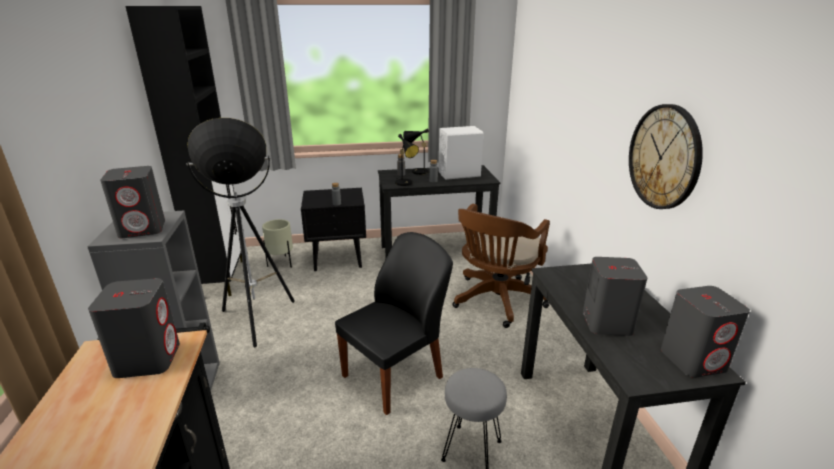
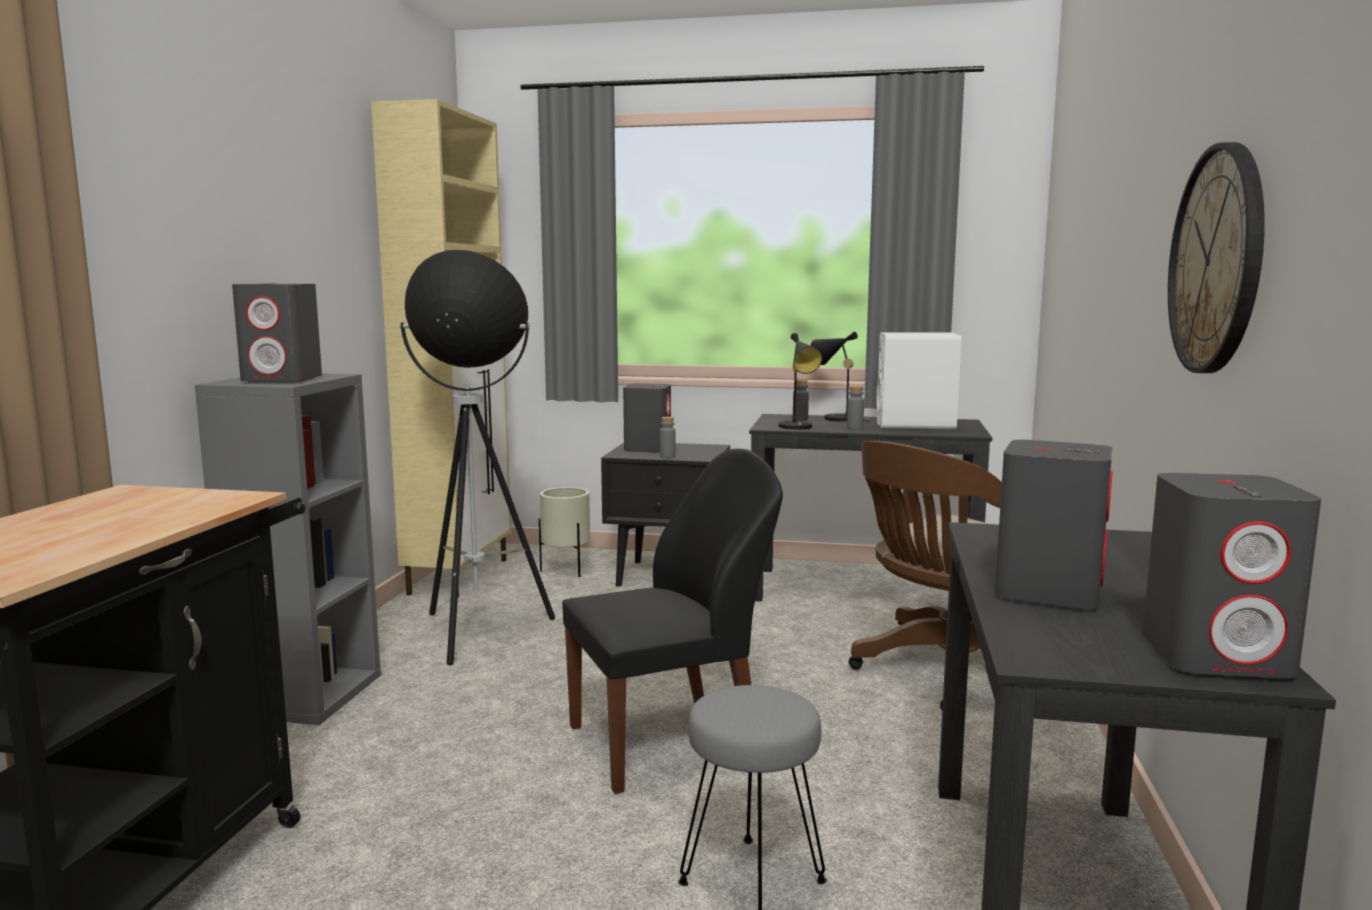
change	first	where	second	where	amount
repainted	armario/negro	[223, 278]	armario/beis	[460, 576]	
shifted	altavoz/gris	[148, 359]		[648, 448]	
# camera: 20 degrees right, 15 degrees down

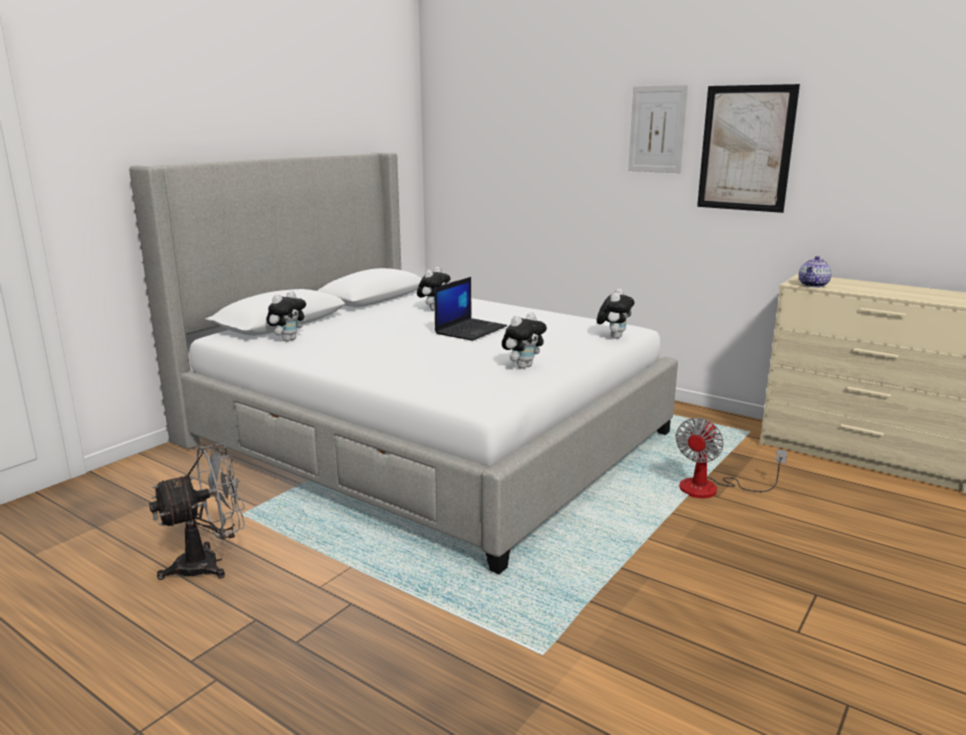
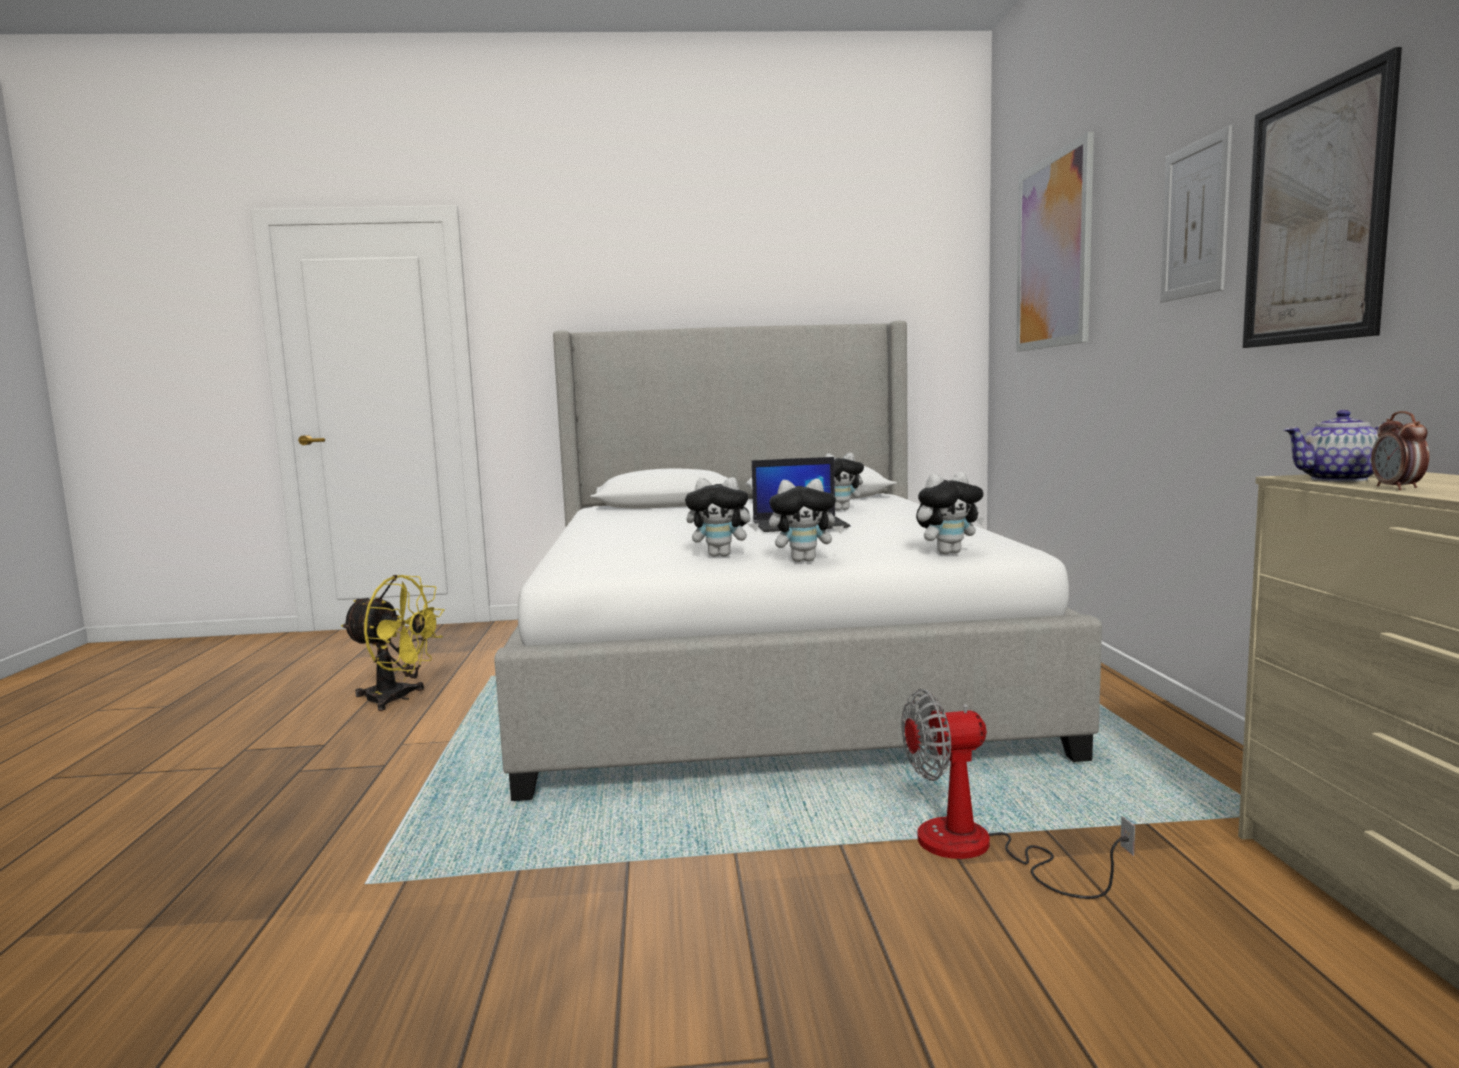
change	first	where	second	where	amount
repainted	ventilador/gris	[209, 563]	ventilador/amarillo	[397, 699]	
shifted	peluche	[288, 339]		[804, 560]	
new			cuadro	[1053, 252]	
new			despertador	[1397, 488]	
# camera: 50 degrees right, 10 degrees down

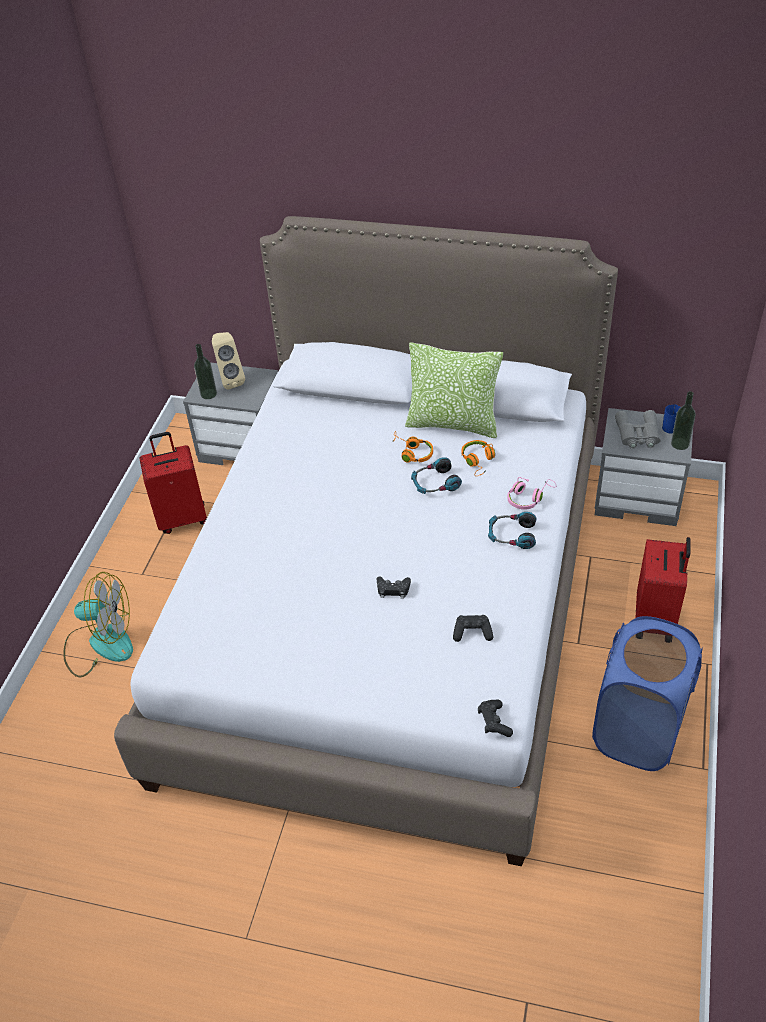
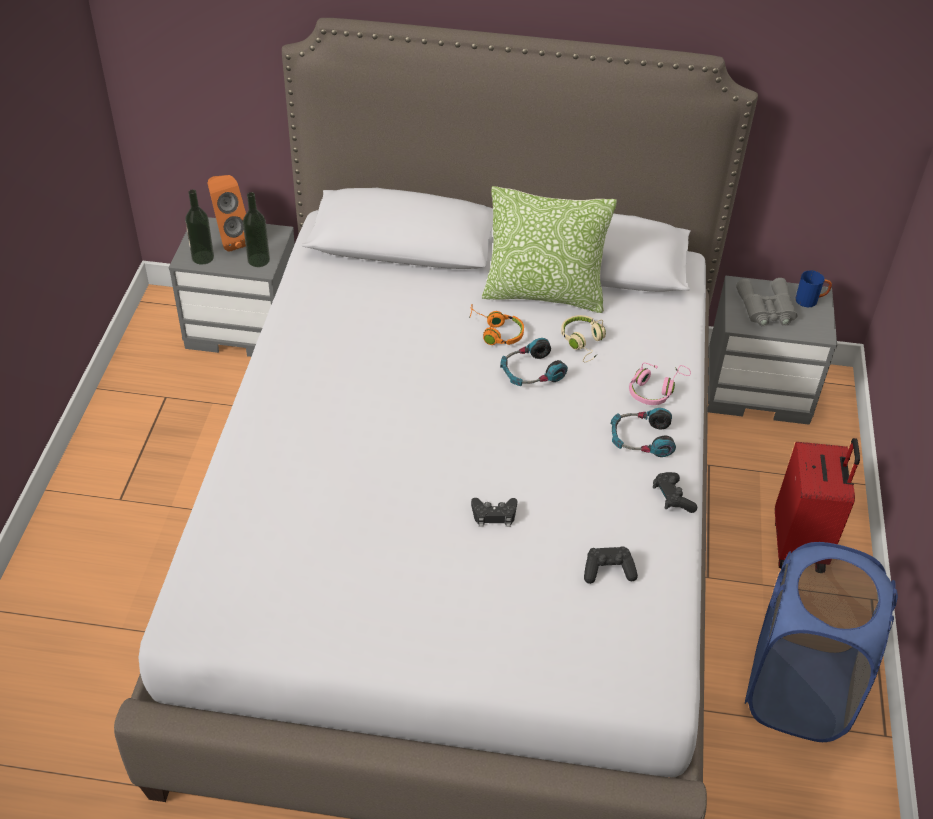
change	first	where	second	where	amount
repainted	altavoz/beis	[229, 380]	altavoz/naranja	[229, 240]	
shifted	botella	[680, 444]		[258, 260]	
repainted	auriculares/naranja	[478, 461]	auriculares/beis	[583, 343]	
shifted	mando de consola/negro	[494, 722]		[672, 498]	
gone	ventilador	[100, 643]			
gone	maleta/rojo	[182, 518]			
# camera: 10 degrees left, 0 degrees up

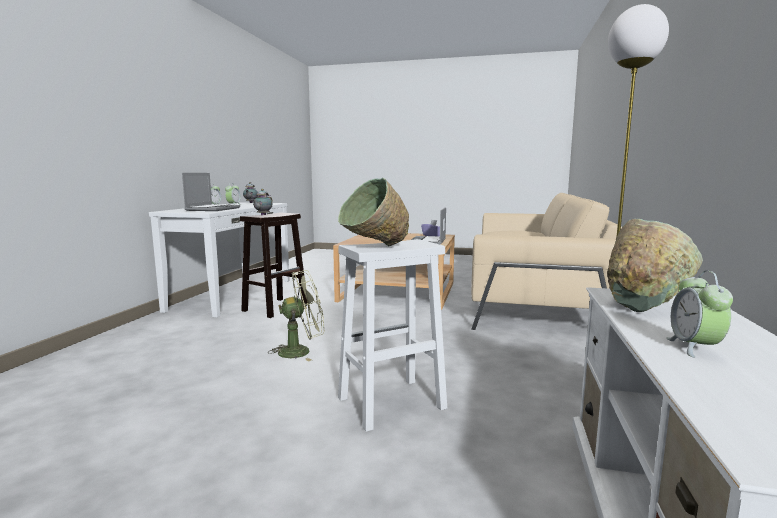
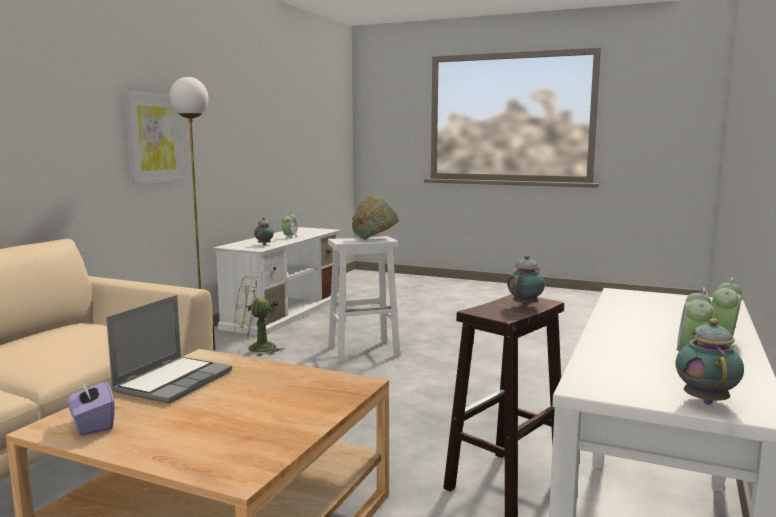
change	first	where	second	where	amount
new			cuadro	[154, 138]	
shifted	ventilador/verde	[301, 351]		[255, 349]	
swapped	cuenco/verde	[642, 306]	tetera	[264, 244]	
gone	portátil	[213, 209]			
# camera: 170 degrees left, 0 degrees up

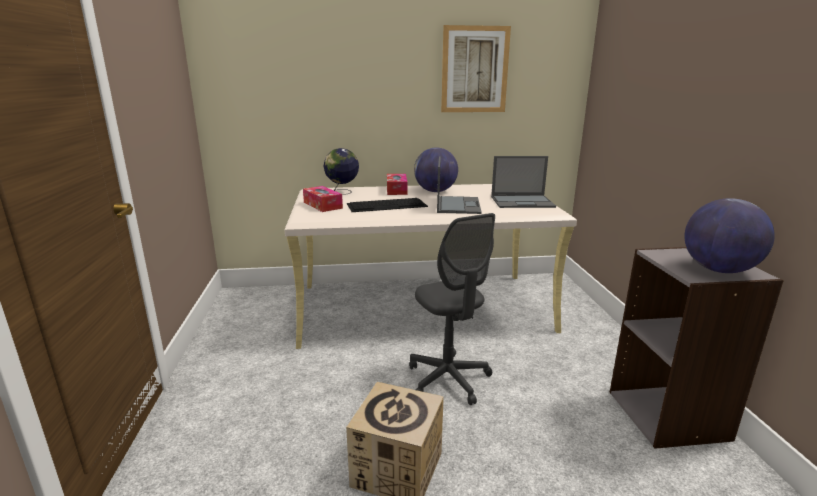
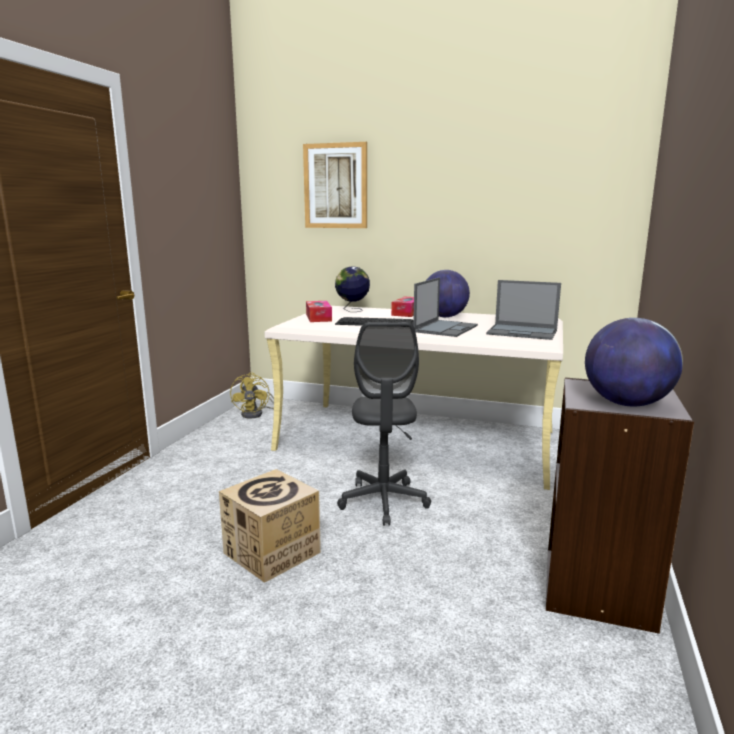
change	first	where	second	where	amount
new			ventilador/amarillo	[256, 414]	
shifted	cuadro	[474, 70]		[335, 186]	
# camera: 25 degrees right, 5 degrees down

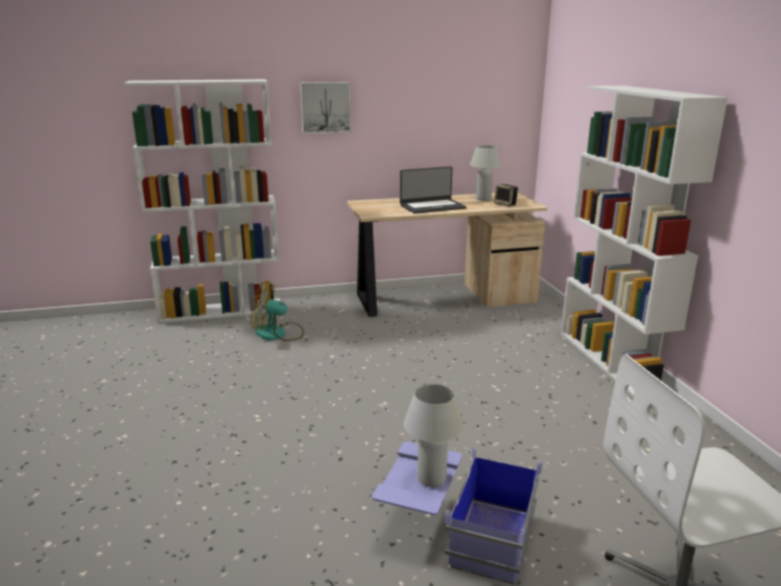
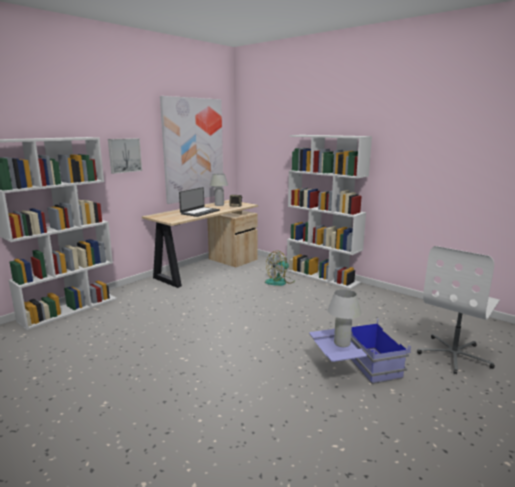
change	first	where	second	where	amount
new			cuadro	[193, 149]	
shifted	ventilador	[278, 334]		[280, 281]	
# camera: 35 degrees left, 5 degrees down

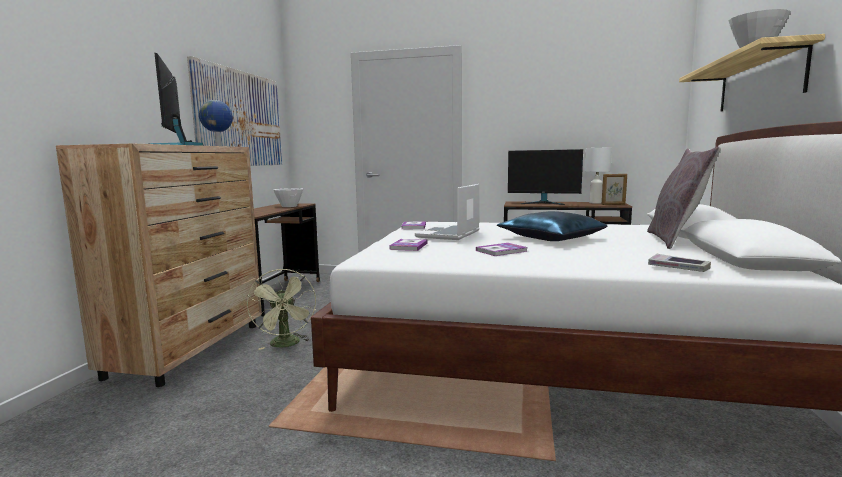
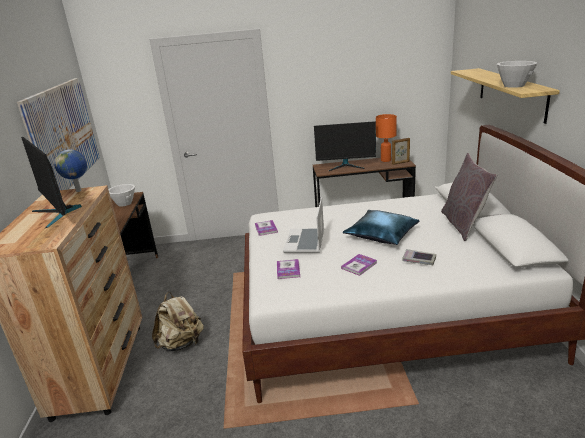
change	first	where	second	where	amount
swapped	ventilador/verde	[286, 345]	mochila/beis	[181, 343]	
repainted	lámpara de mesa/blanco	[595, 202]	lámpara de mesa/naranja	[385, 160]	
shifted	libro	[678, 268]		[419, 260]	
# camera: 15 degrees left, 15 degrees up

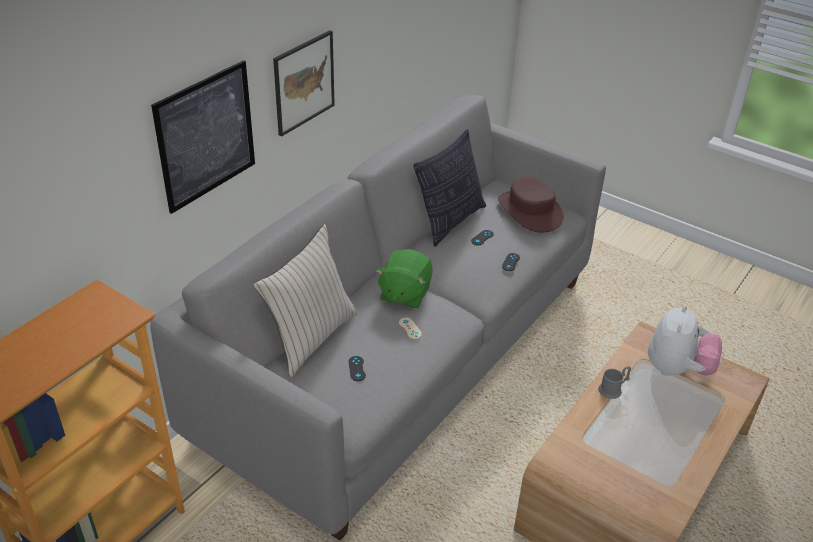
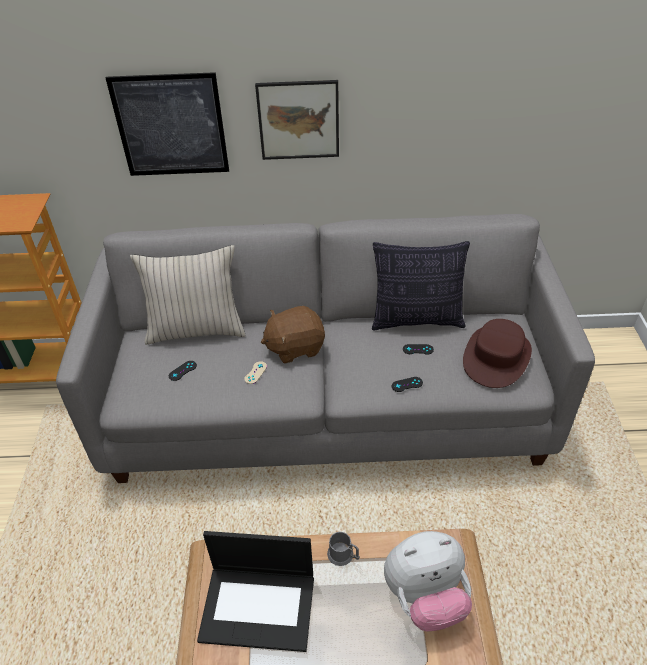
change	first	where	second	where	amount
new			portátil	[259, 606]	
repainted	peluche/verde	[404, 294]	peluche/marrón	[295, 347]	
# camera: 55 degrees right, 5 degrees up

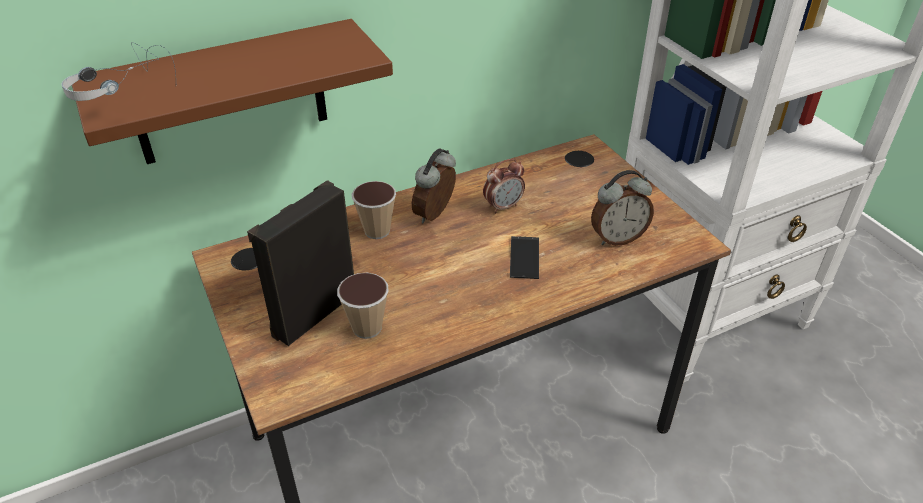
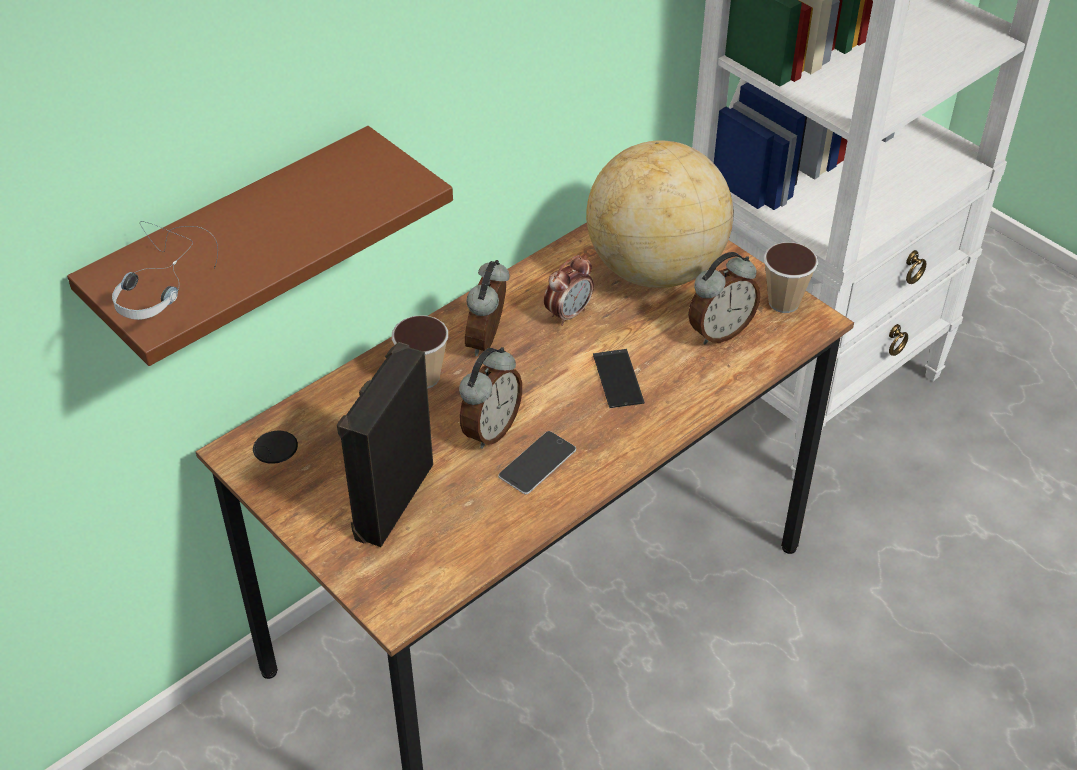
change	first	where	second	where	amount
new			despertador	[490, 429]	
new			móvil	[537, 463]	
new			globo terráqueo	[654, 269]	
shifted	taza	[367, 328]		[783, 302]	
# camera: 15 degrees left, 5 degrees up

